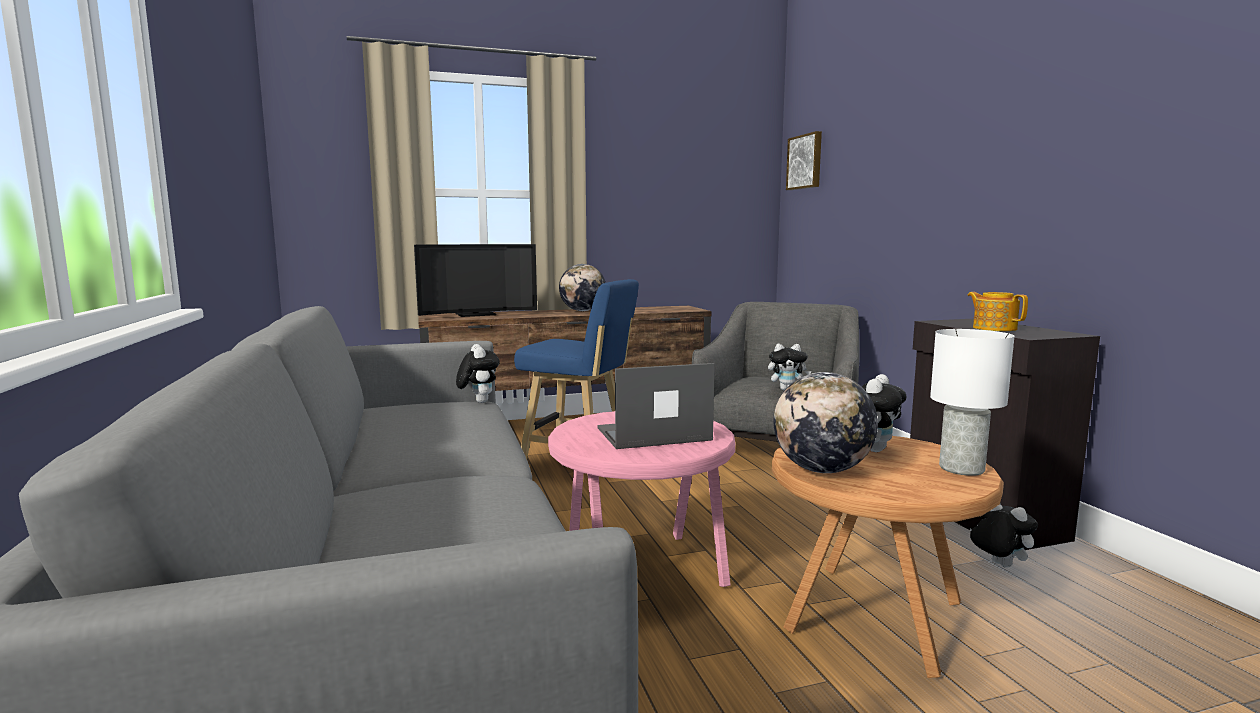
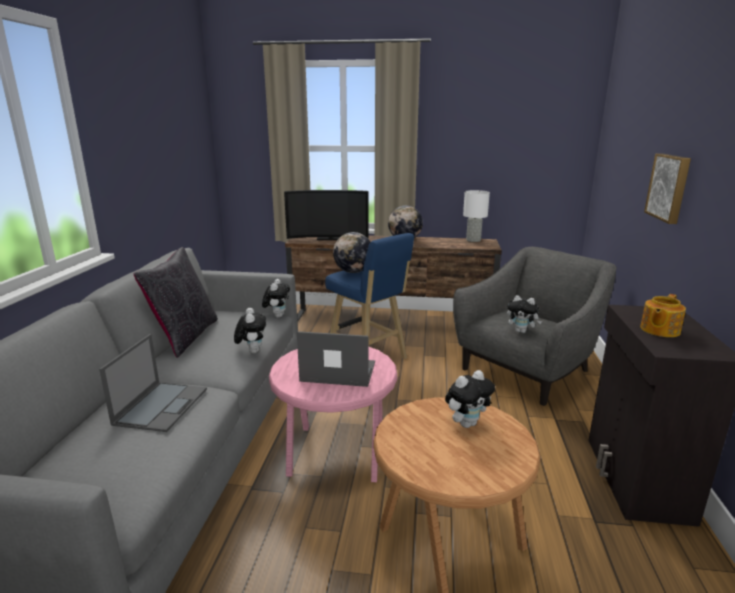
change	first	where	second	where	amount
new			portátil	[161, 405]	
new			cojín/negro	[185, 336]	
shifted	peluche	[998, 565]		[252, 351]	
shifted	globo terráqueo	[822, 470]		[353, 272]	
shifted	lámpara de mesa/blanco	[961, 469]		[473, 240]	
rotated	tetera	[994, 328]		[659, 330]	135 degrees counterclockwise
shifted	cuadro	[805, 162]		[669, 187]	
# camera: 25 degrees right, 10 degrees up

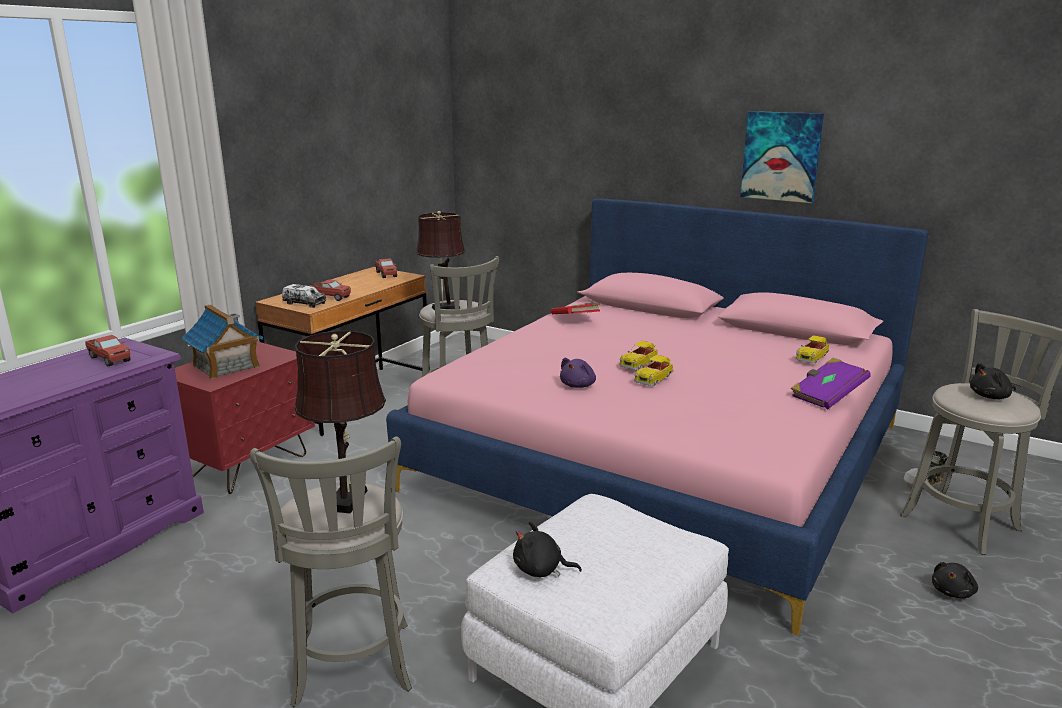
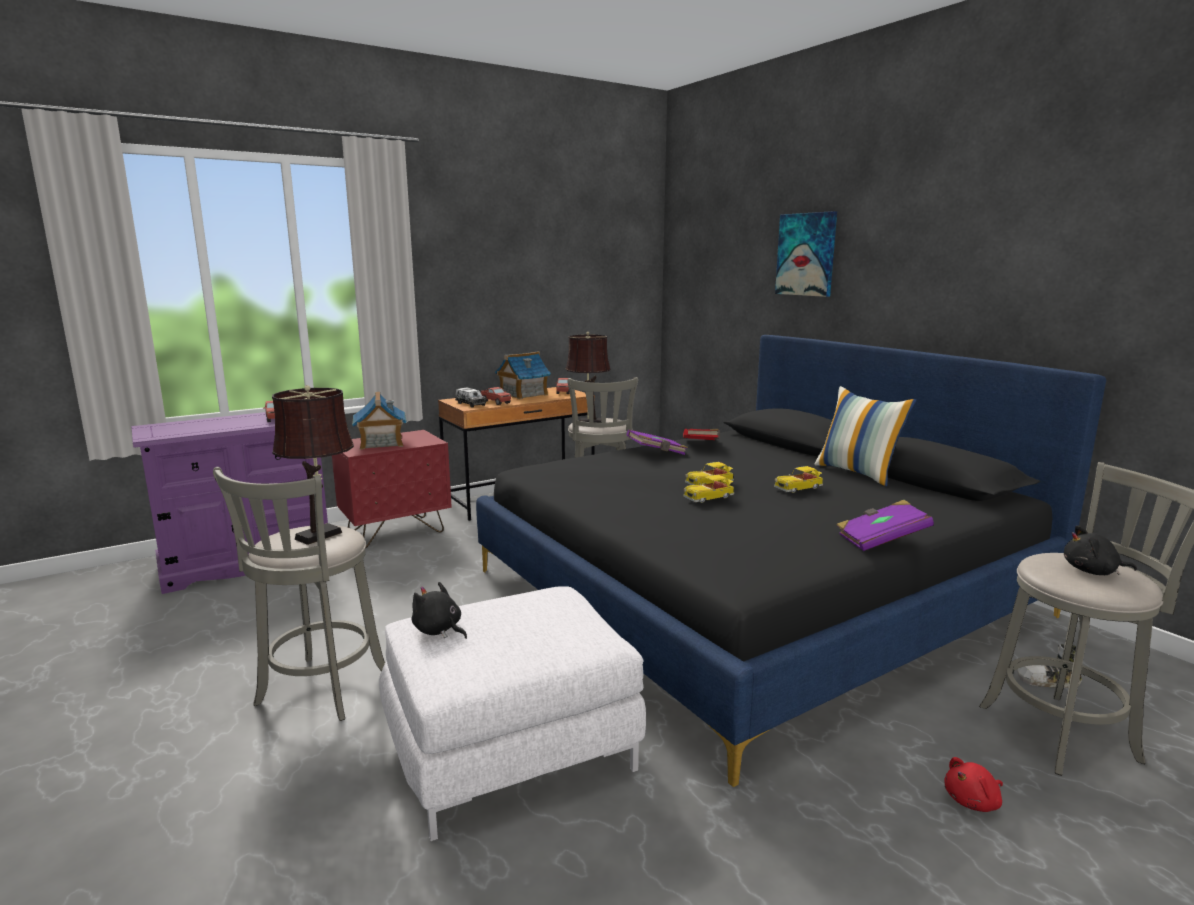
change	first	where	second	where	amount
repainted	cama/rosa	[664, 457]	cama/negro	[752, 592]	
new			casita	[523, 394]	
new			libro/morado	[657, 453]	
shifted	coche de juguete	[812, 357]		[799, 488]	
shifted	cuadro	[781, 156]		[806, 254]	
new			cojín	[858, 473]	
repainted	peluche/negro	[952, 592]	peluche/rojo	[973, 801]	
gone	peluche/morado	[578, 385]			
# camera: 25 degrees right, 5 degrees down

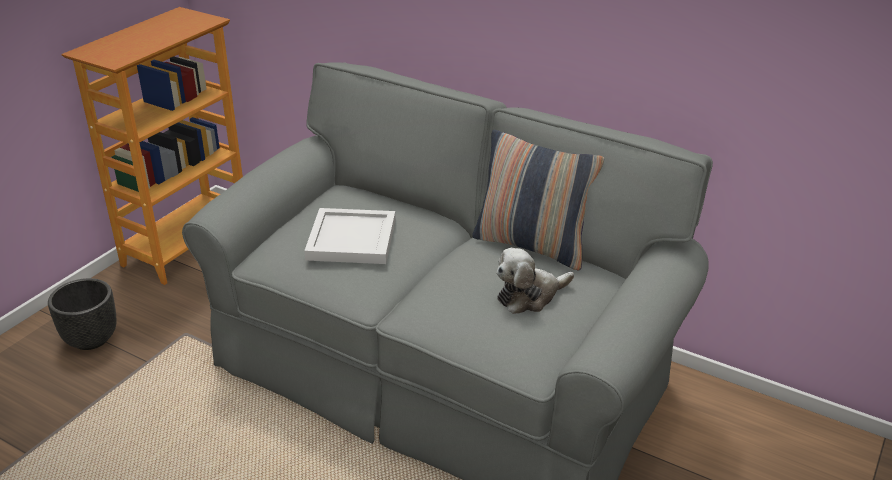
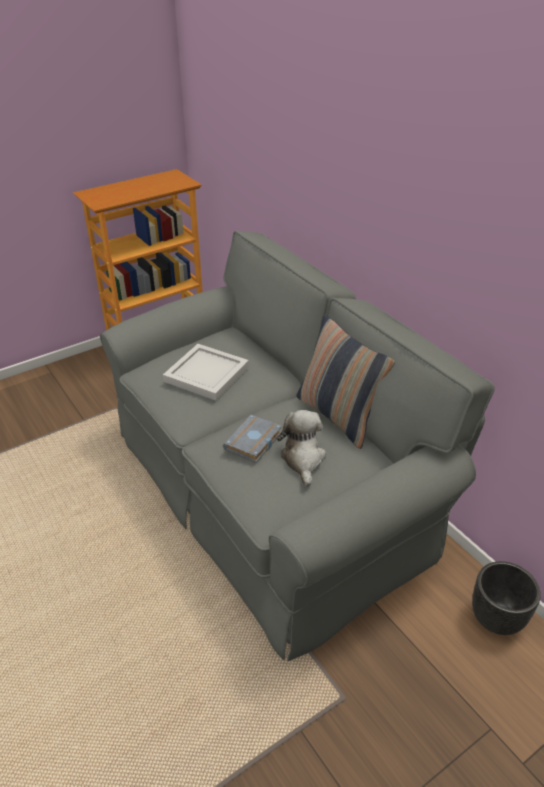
change	first	where	second	where	amount
new			libro/gris	[254, 443]	
rotated	peluche	[530, 296]		[303, 459]	90 degrees clockwise
shifted	maceta/negro	[92, 339]		[497, 618]	
# camera: 25 degrees right, 5 degrees up

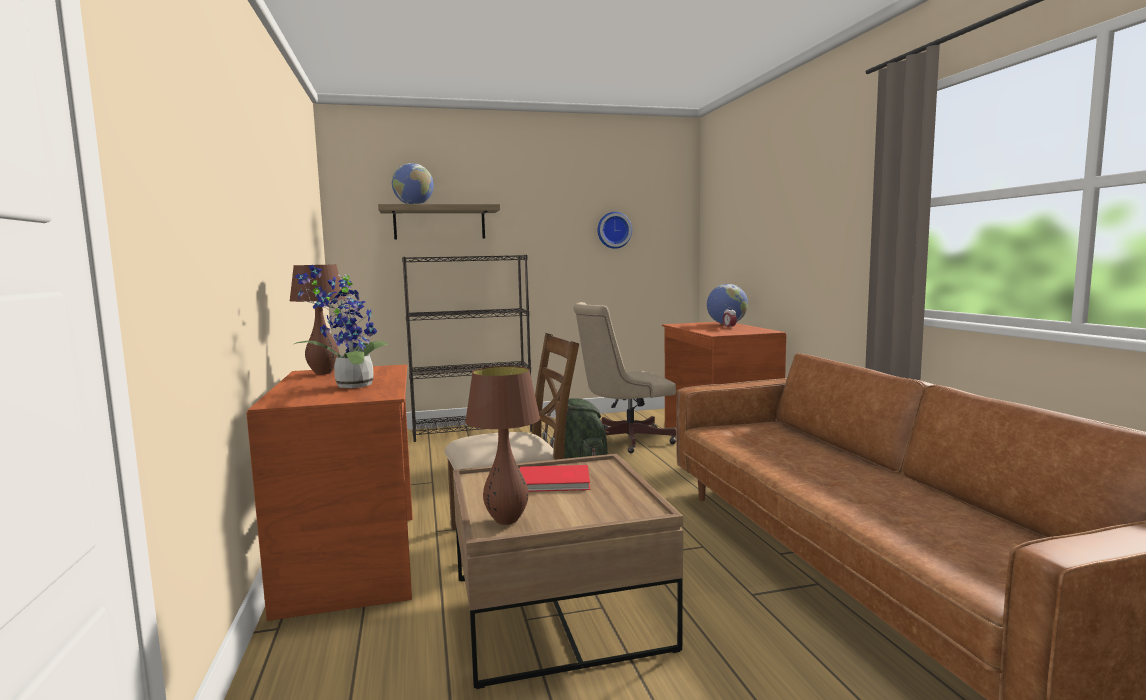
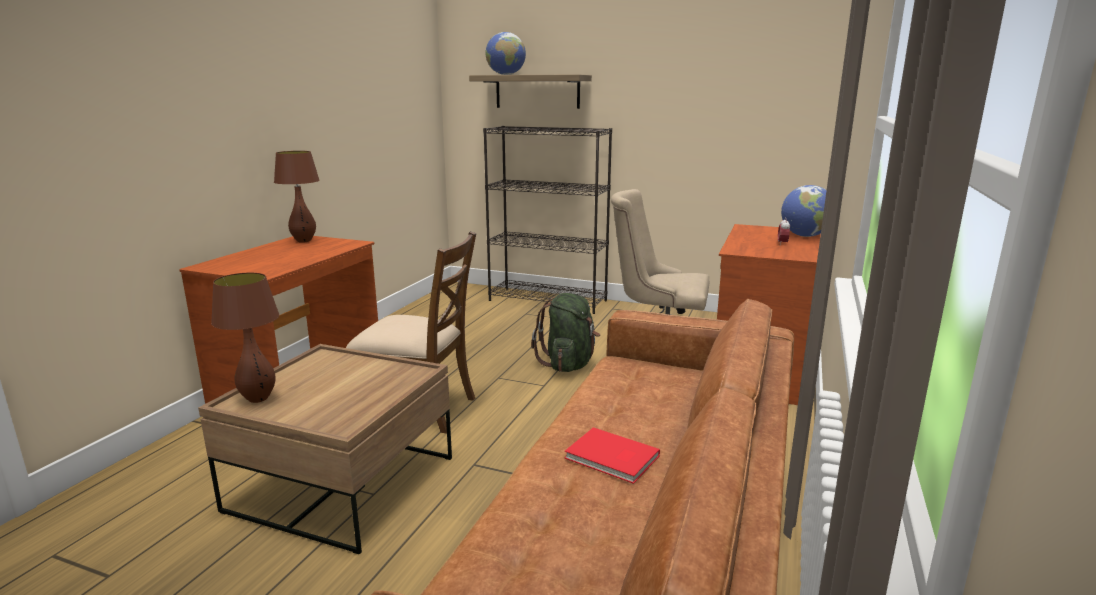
change	first	where	second	where	amount
shifted	libro/rojo	[555, 482]		[612, 458]	
gone	planta en maceta	[349, 386]			
gone	reloj de pared	[613, 230]			
# camera: 35 degrees right, 10 degrees up

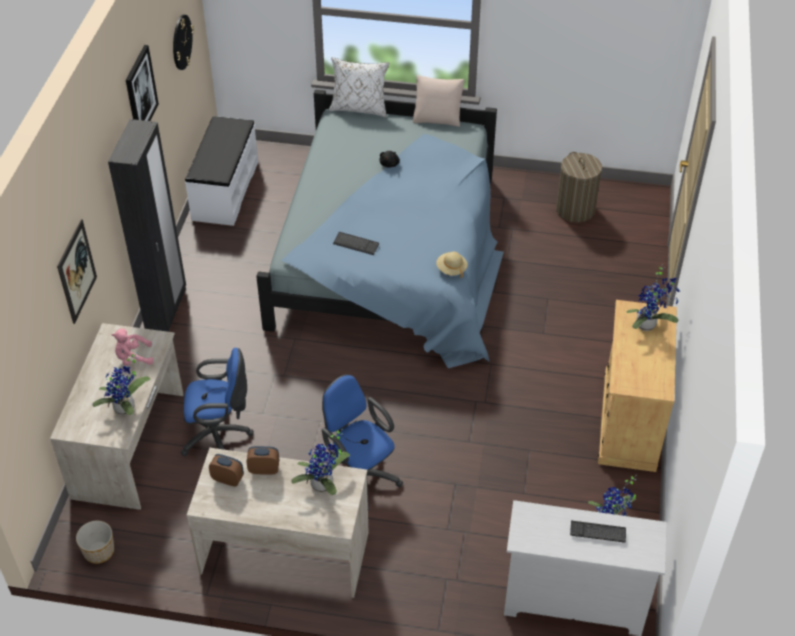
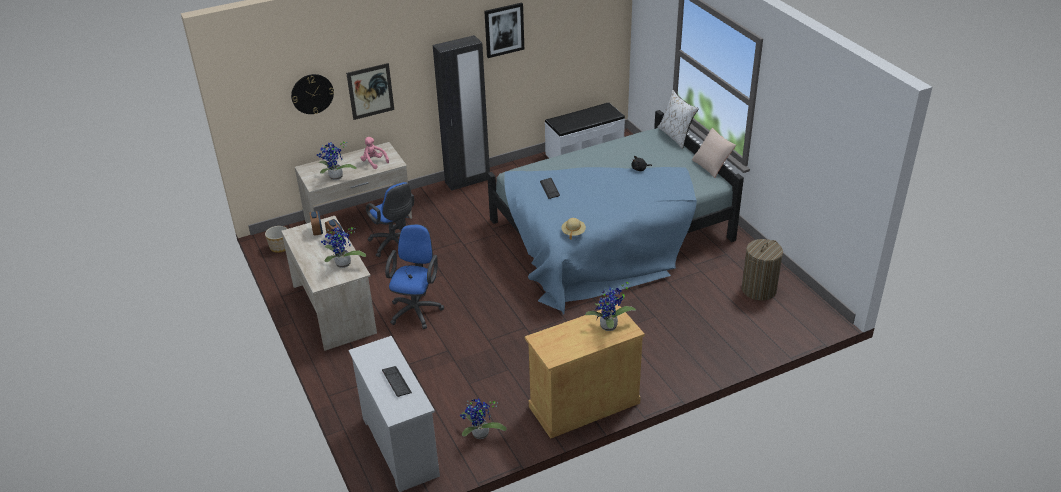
change	first	where	second	where	amount
shifted	reloj de pared	[181, 42]		[312, 94]	
# camera: 55 degrees right, 10 degrees down

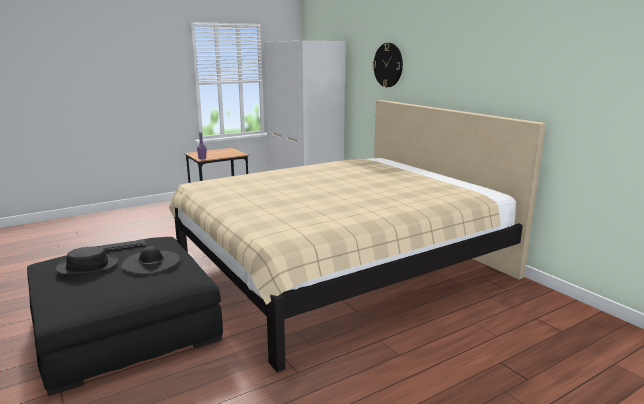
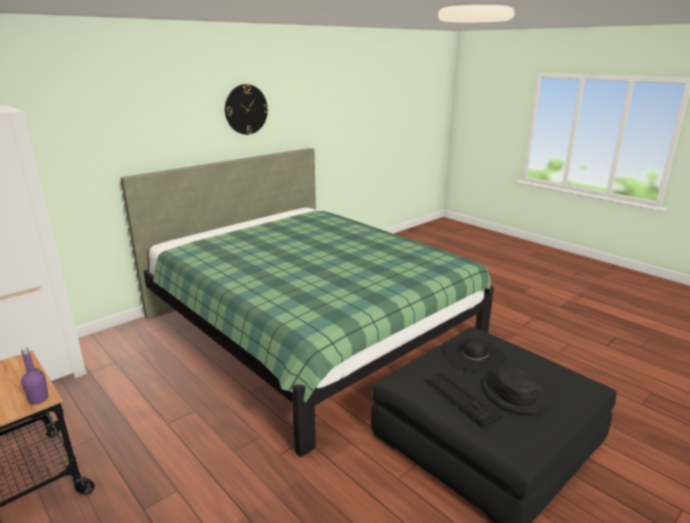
change	first	where	second	where	amount
repainted	cama/beis	[340, 267]	cama/verde	[309, 329]	
shifted	reloj de pared	[388, 65]		[246, 109]	
# camera: 100 degrees left, 5 degrees up

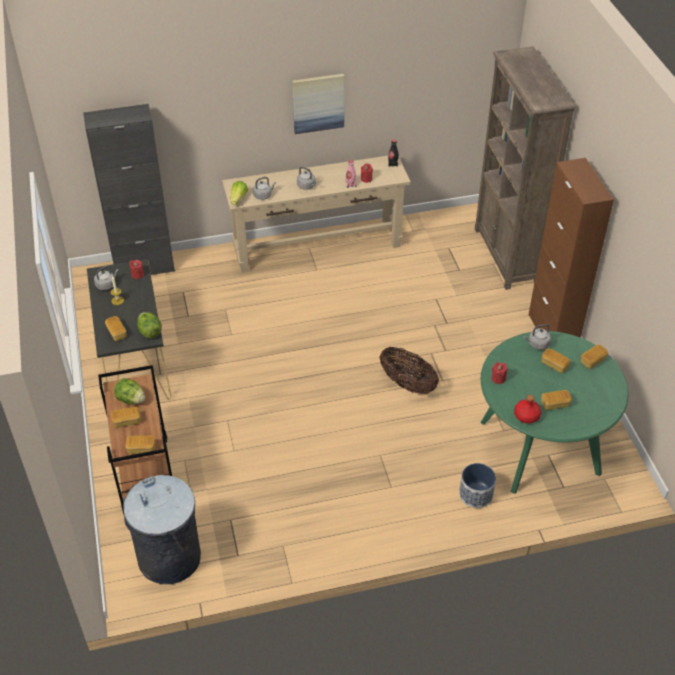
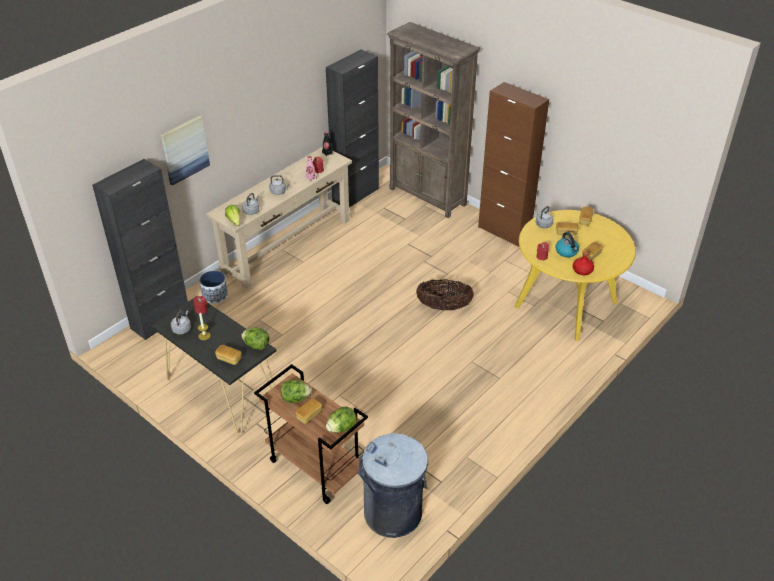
change	first	where	second	where	amount
shifted	cuadro	[318, 103]		[184, 149]	
shifted	maceta	[475, 494]		[215, 296]	
new			armario/negro	[355, 195]	
swapped	pan	[141, 448]	lechuga	[342, 427]	
repainted	mesa de comedor/verde	[539, 447]	mesa de comedor/amarillo	[565, 304]	
new			hervidor	[566, 252]	
# camera: 35 degrees left, 5 degrees down

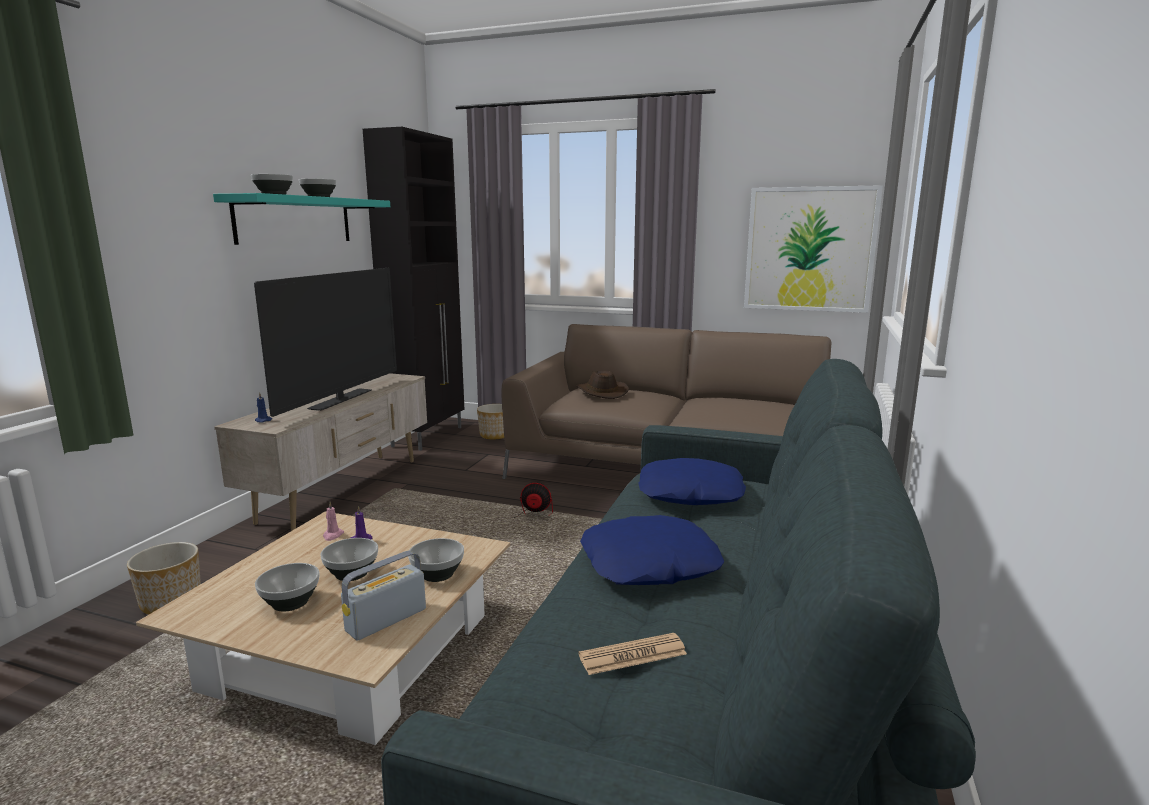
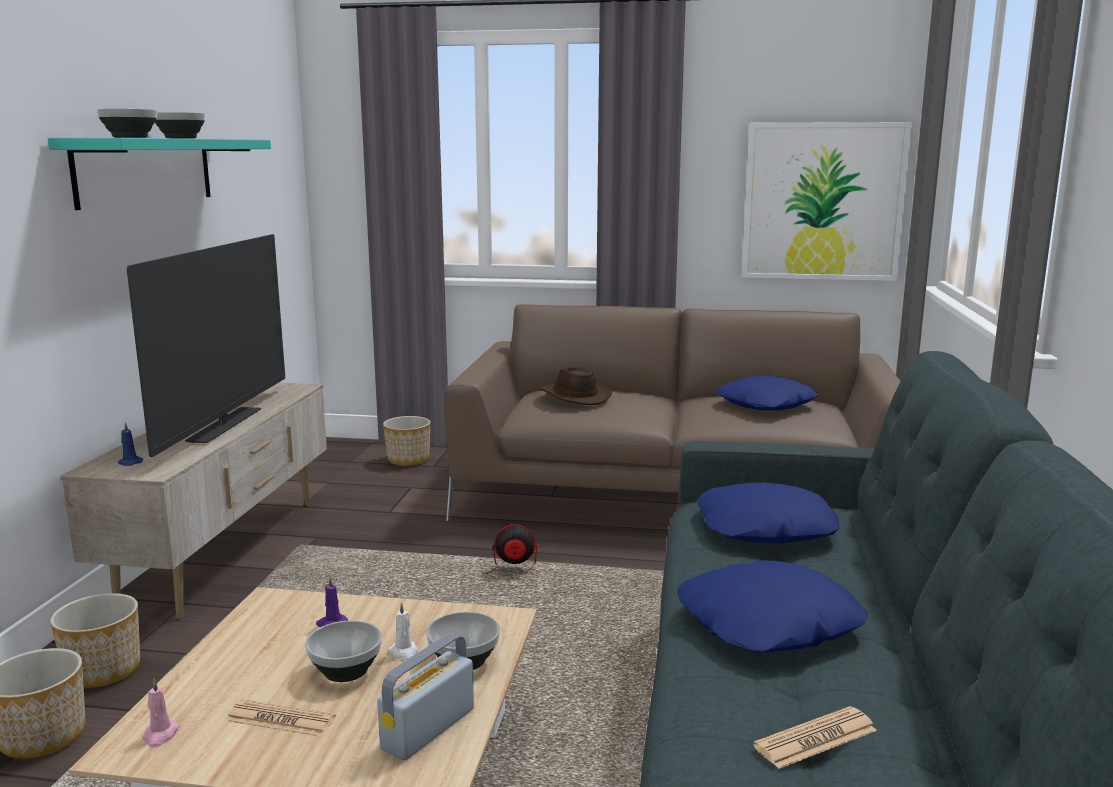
change	first	where	second	where	amount
new			maceta	[103, 670]	
shifted	vela/rosa	[332, 535]		[160, 735]	
swapped	cuenco	[289, 603]	periódico	[280, 719]	
new			vela/blanco	[404, 652]	
new			cojín/azul	[767, 404]	
gone	armario/negro	[429, 436]			
# camera: 10 degrees left, 0 degrees up

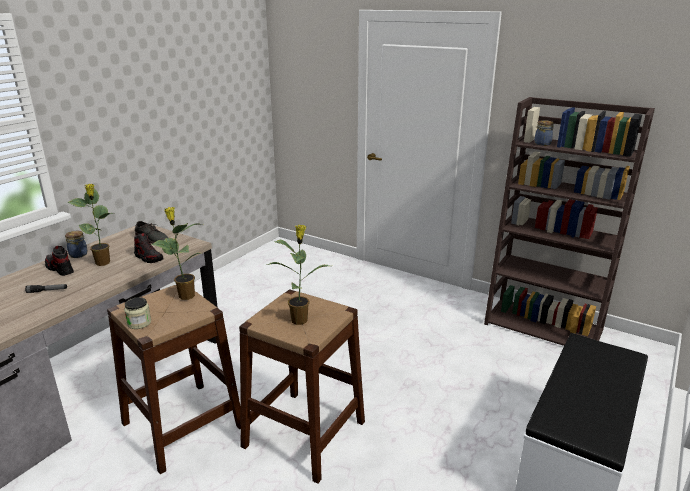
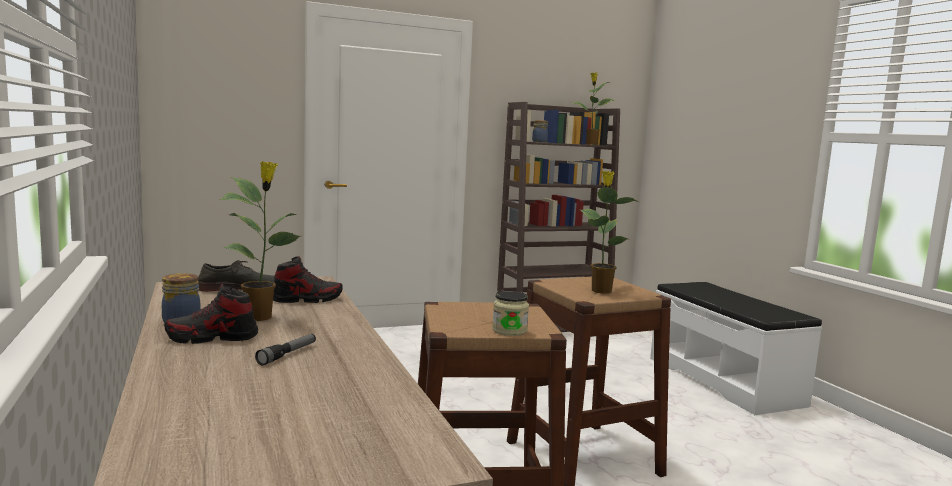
change	first	where	second	where	amount
shifted	planta en maceta	[185, 296]		[590, 144]	
# camera: 55 degrees left, 15 degrees down

